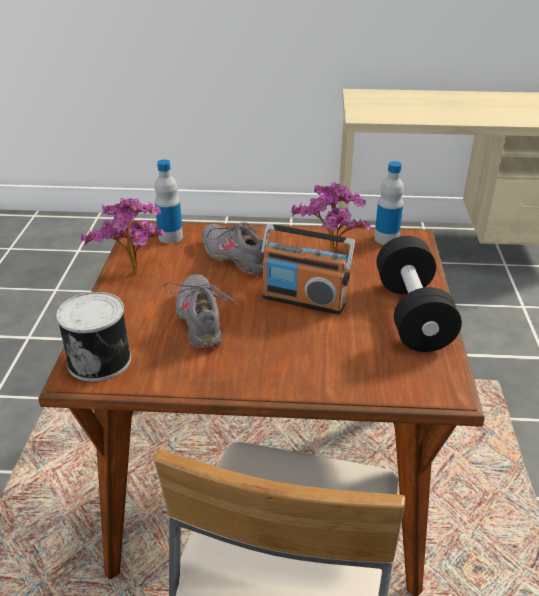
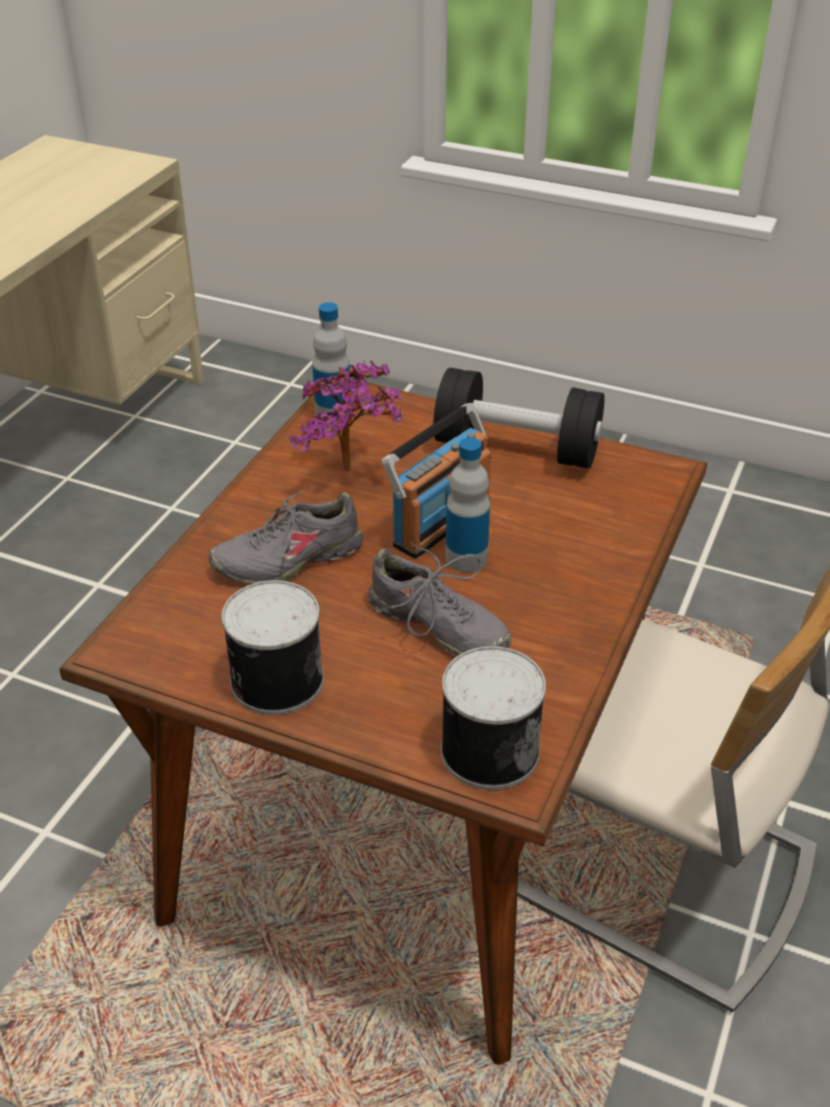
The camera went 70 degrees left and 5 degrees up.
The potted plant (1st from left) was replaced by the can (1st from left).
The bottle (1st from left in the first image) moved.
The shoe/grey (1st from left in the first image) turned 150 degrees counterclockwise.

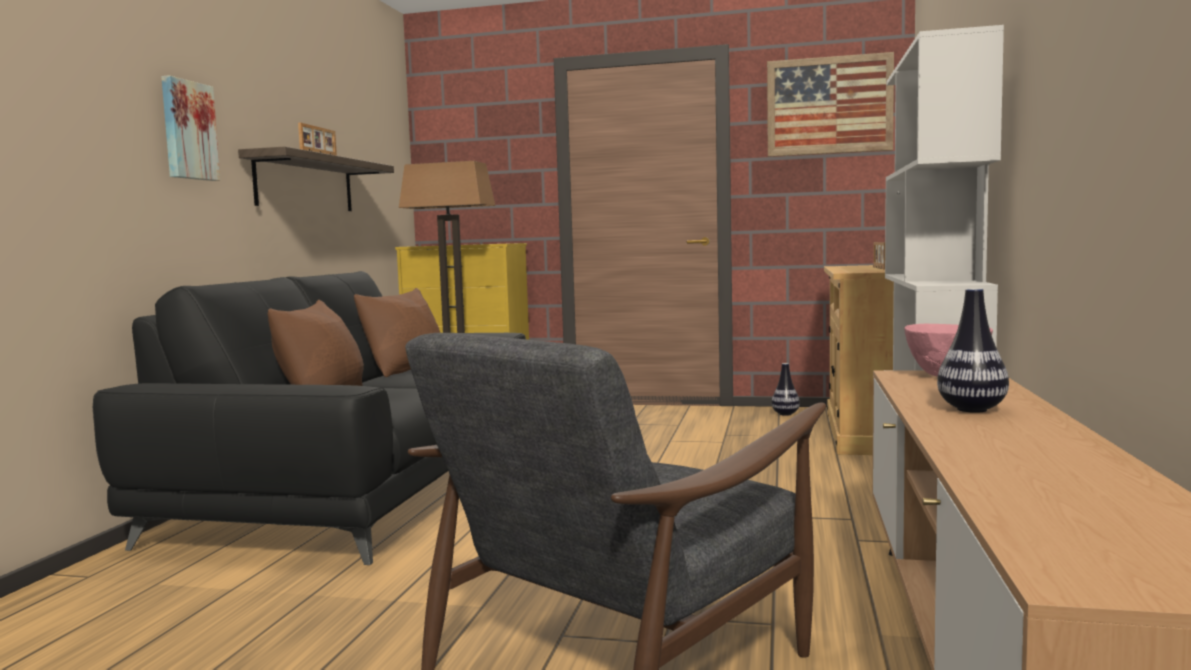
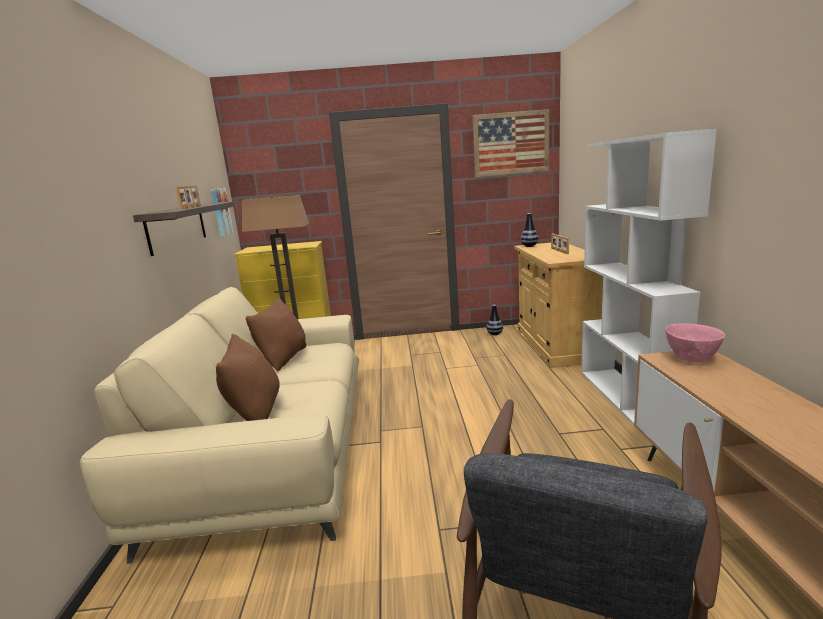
The camera went 15 degrees left and 10 degrees up.
The sofa/black became the sofa/beige.
The picture (1st from left) moved.
The vase (2nd from left) moved.

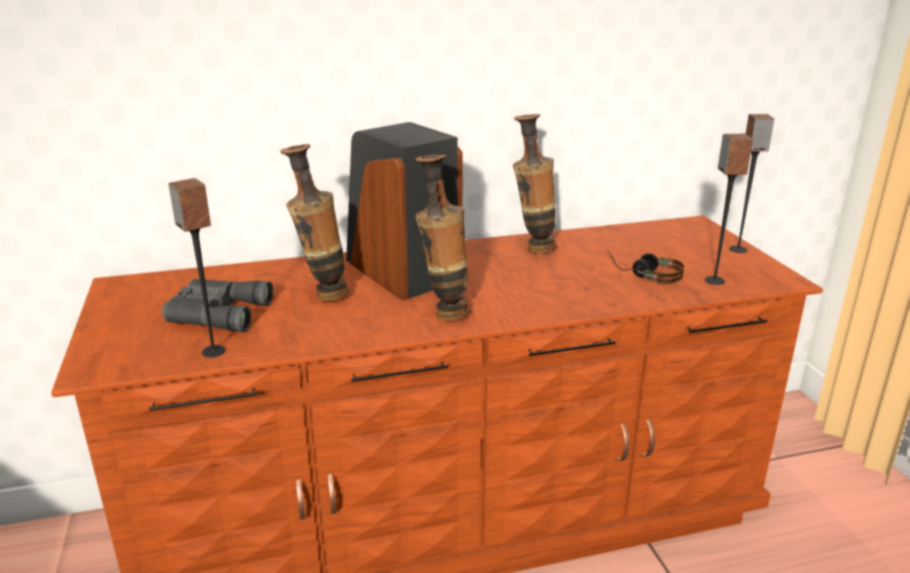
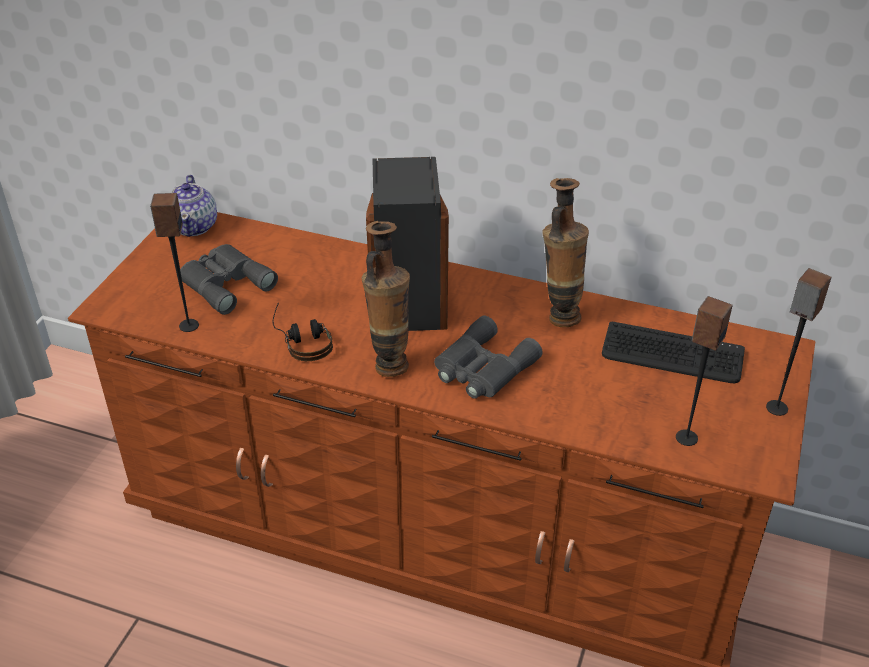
The camera went 35 degrees right and 15 degrees up.
The vase (1st from left) disappeared.
The headphones moved.
The teapot appeared.
The binoculars/grey (2nd from left) appeared.
The keyboard appeared.

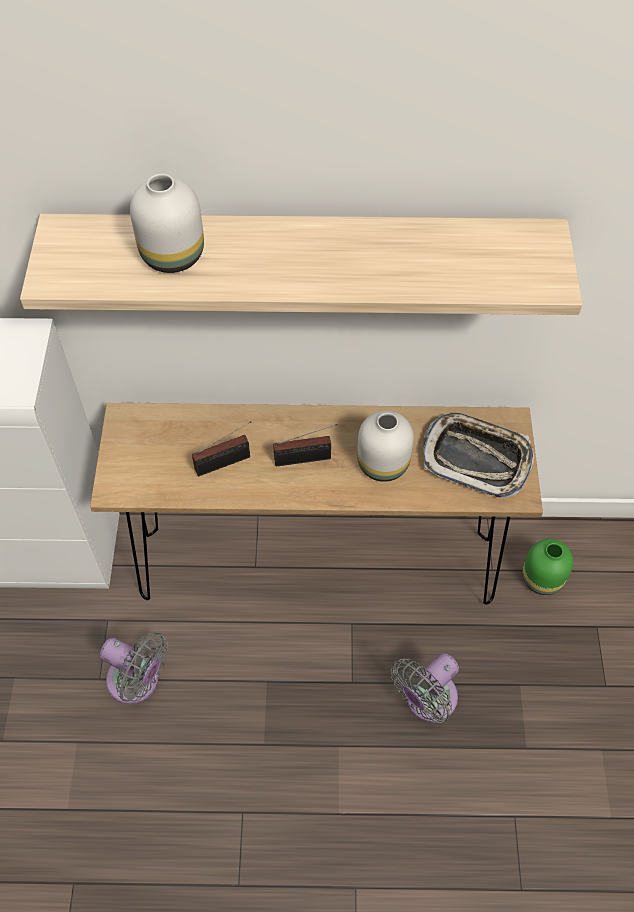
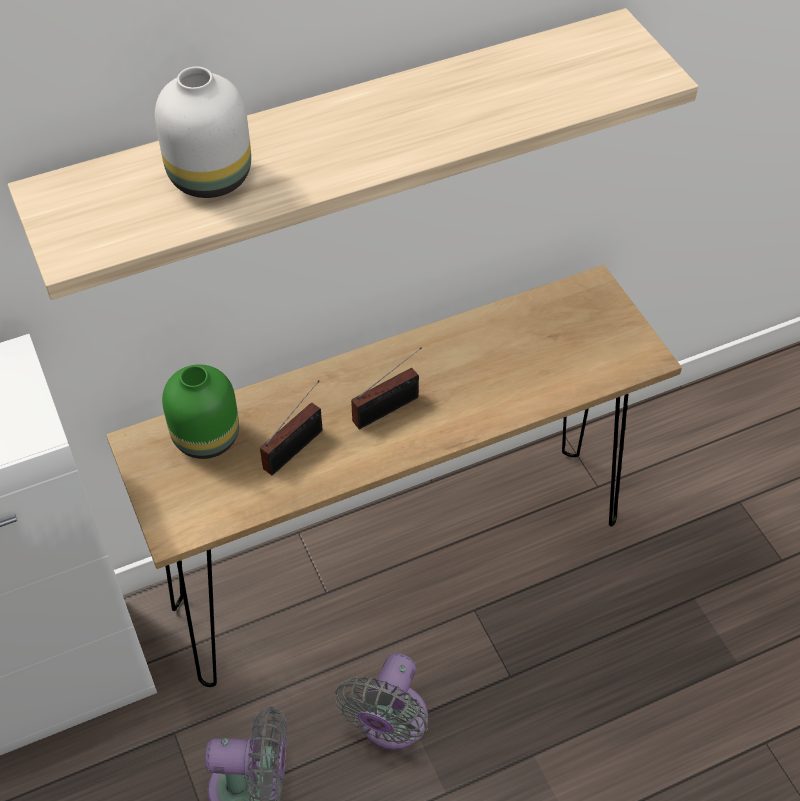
The camera went 25 degrees left and 5 degrees down.
The vase/white (2nd from left) disappeared.
The fan/grey (2nd from left) moved.
The tray disappeared.
The vase/green moved.

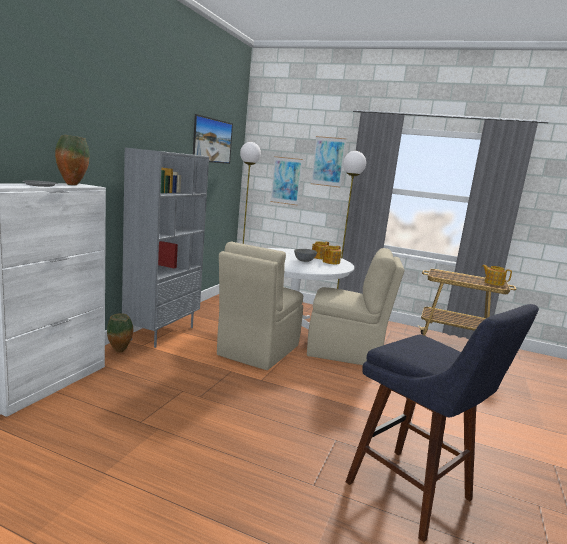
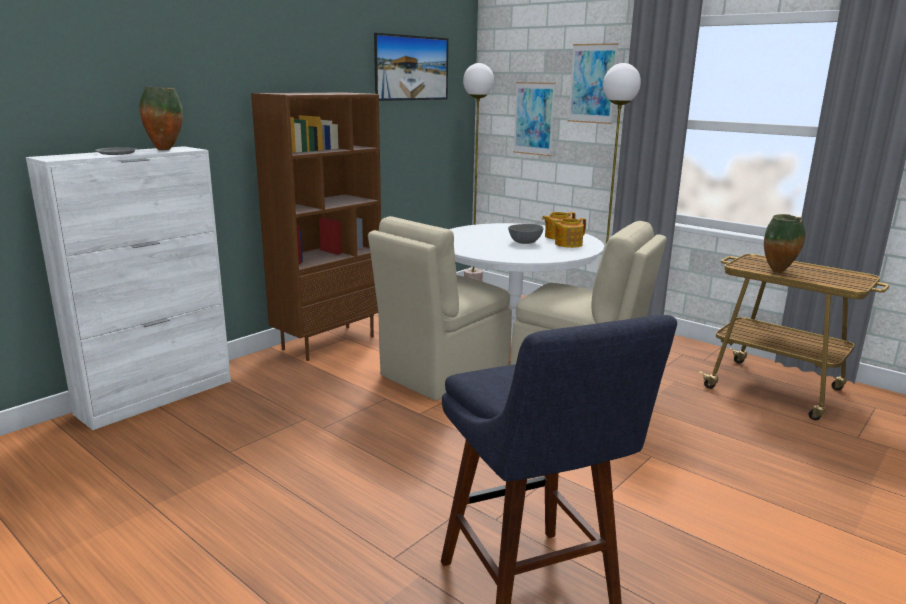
The camera went 20 degrees right and 5 degrees up.
The vase (2nd from left) moved.
The bookcase/grey became the bookcase/brown.
The teapot (3rd from left) disappeared.

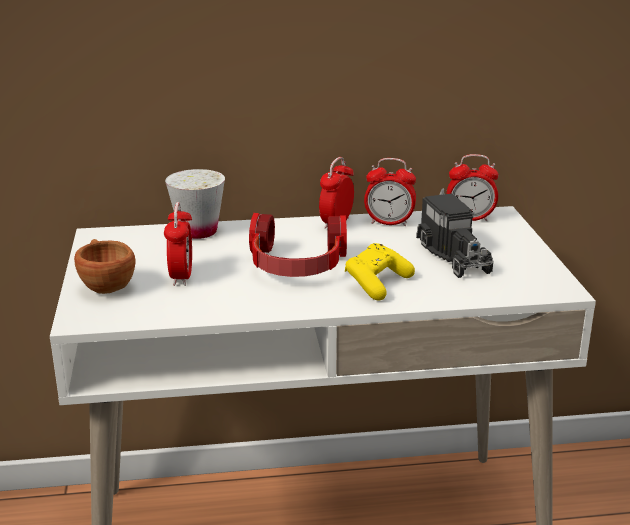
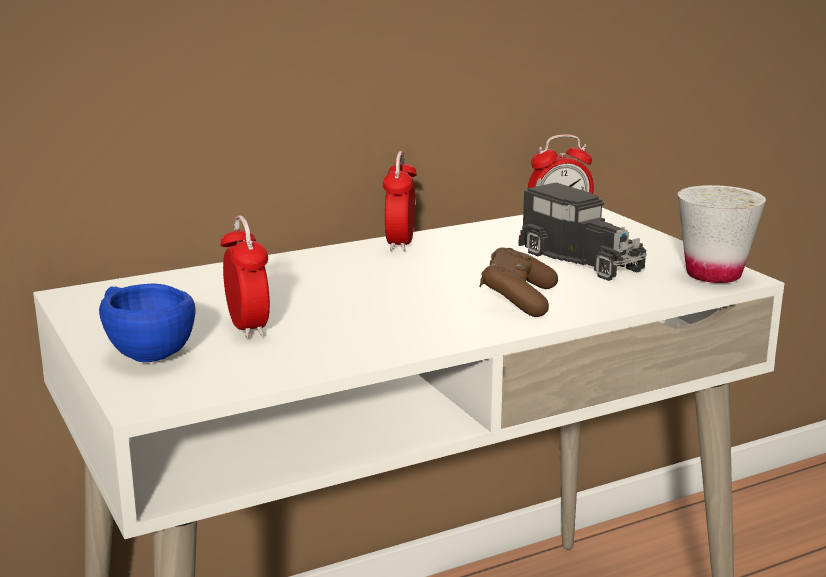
The camera went 20 degrees left and 5 degrees down.
The cup/brown became the cup/blue.
The cup/white moved.
The headphones disappeared.
The game controller/yellow became the game controller/brown.
The alarm clock (3rd from left) disappeared.

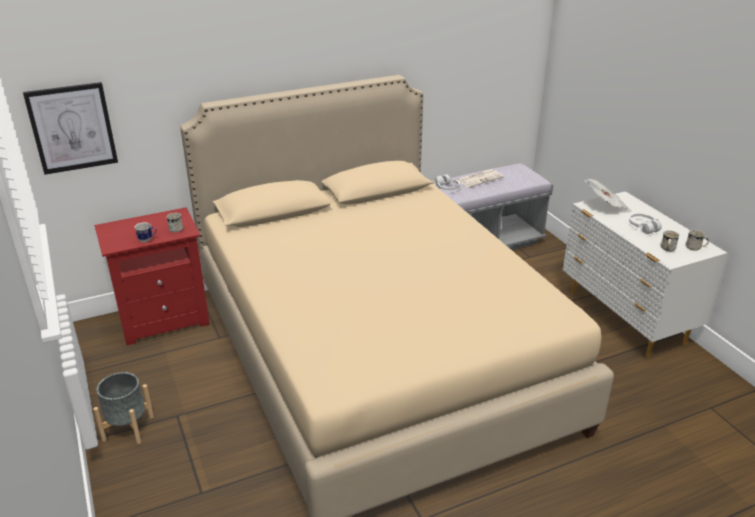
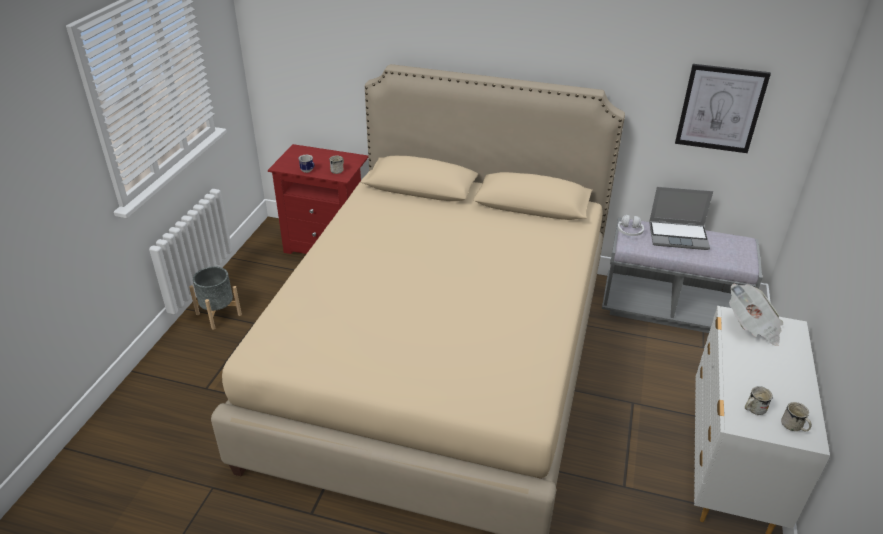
The camera went 40 degrees right and 5 degrees up.
The picture moved.
The newspaper (1st from left) was replaced by the laptop.
The headphones/white (2nd from left) disappeared.

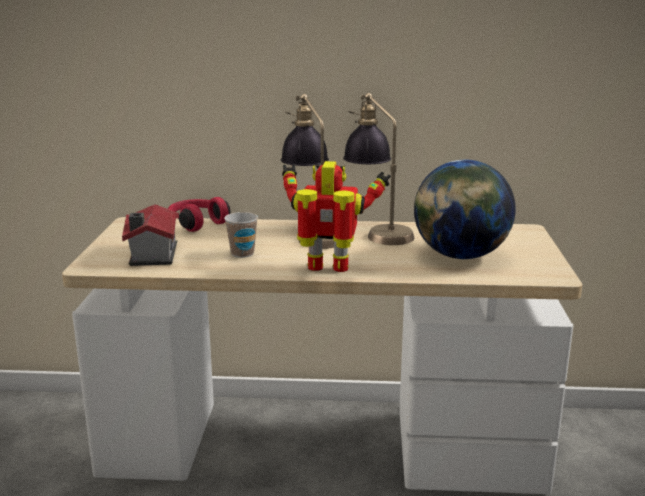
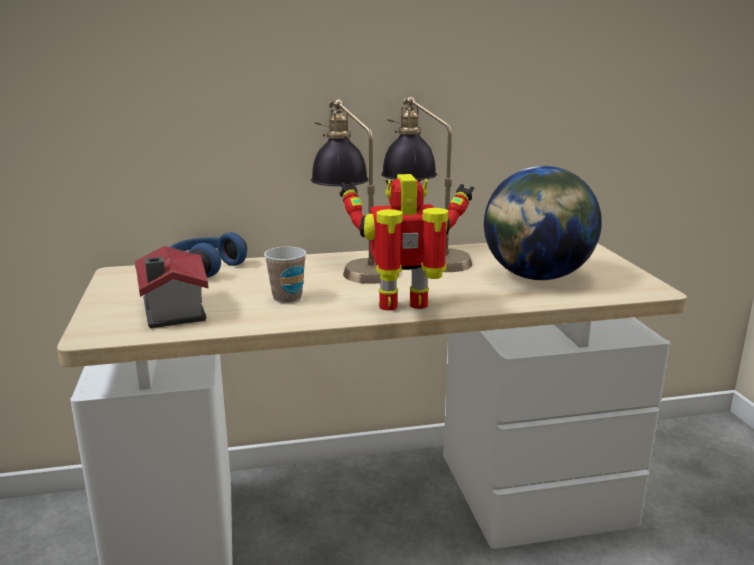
The camera went 15 degrees left and 0 degrees up.
The headphones/red became the headphones/blue.

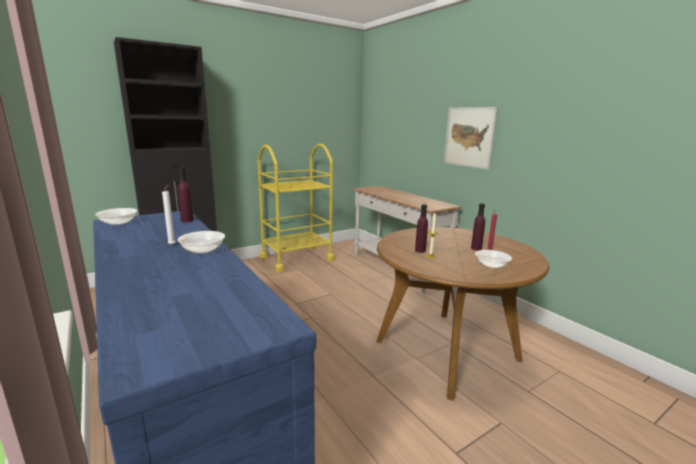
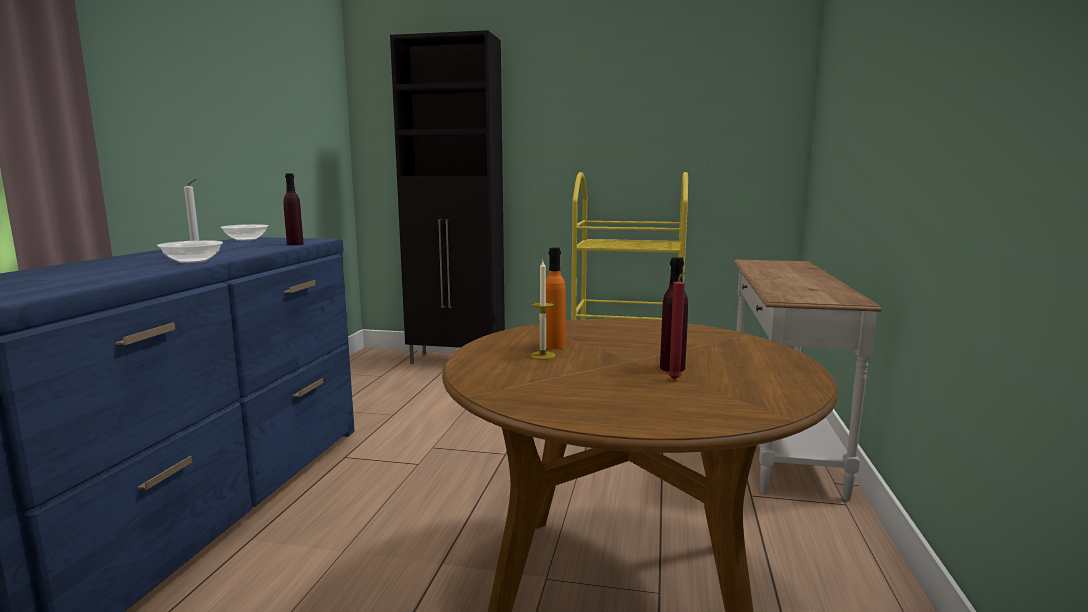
The camera went 45 degrees right and 5 degrees down.
The bottle/purple (2nd from left) became the bottle/orange.
The picture disappeared.
The bowl (3rd from left) disappeared.

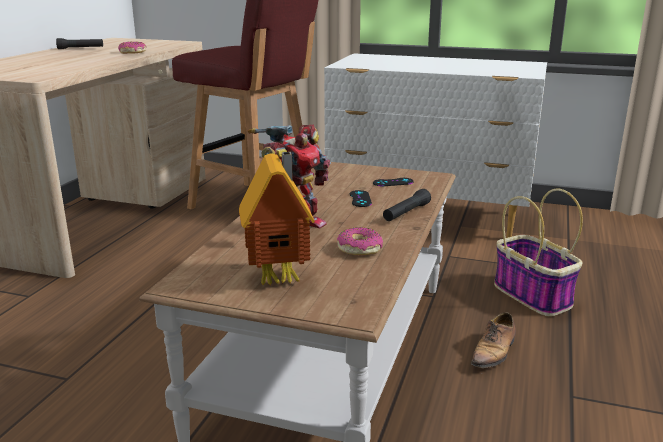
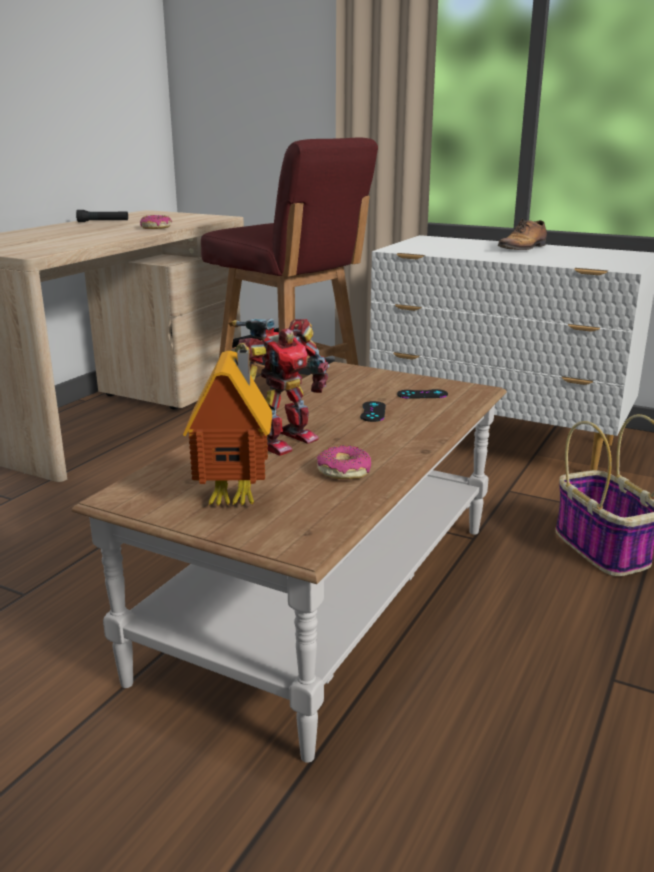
The camera went 10 degrees right and 0 degrees up.
The flashlight/black (2nd from left) disappeared.
The shoe moved.

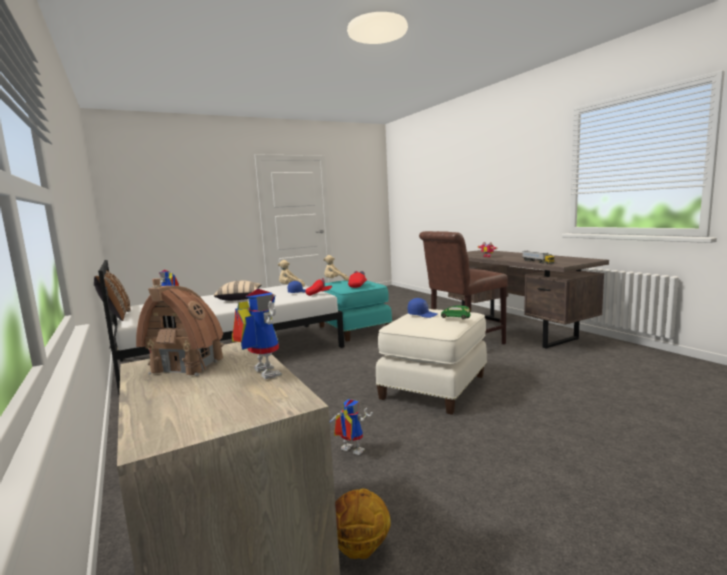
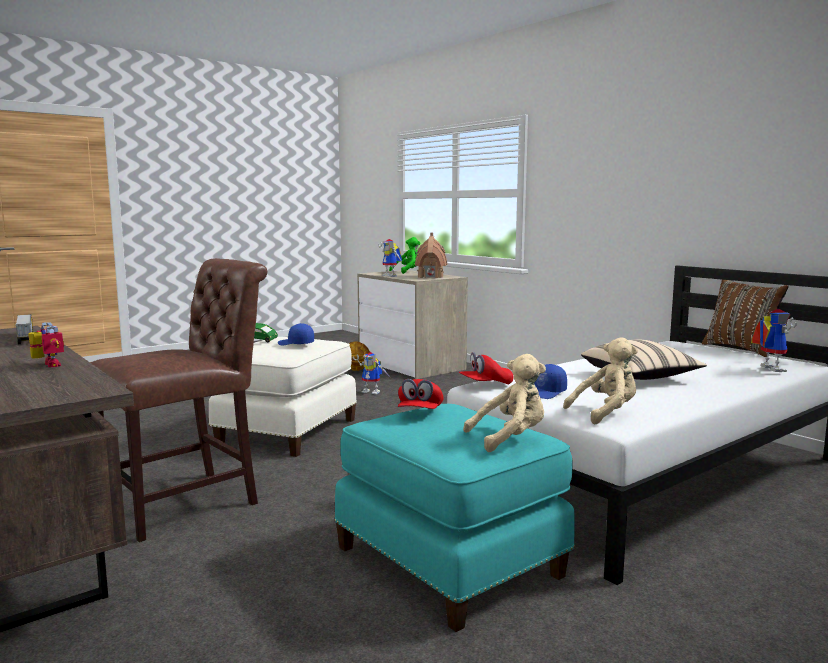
The camera went 170 degrees right and 0 degrees up.
The plush toy/green appeared.

